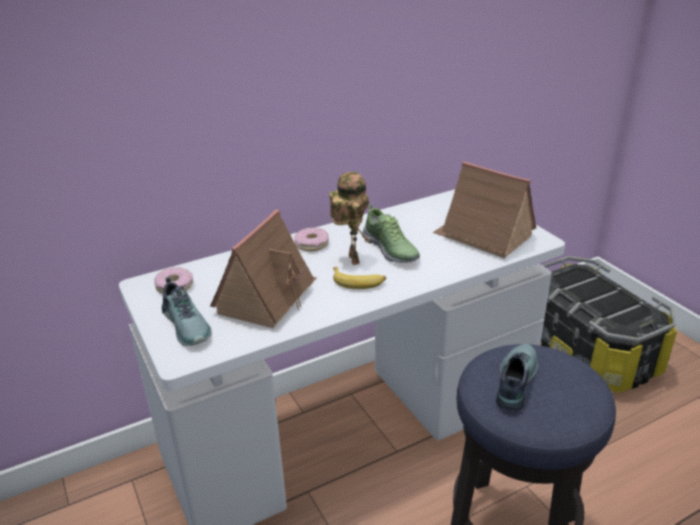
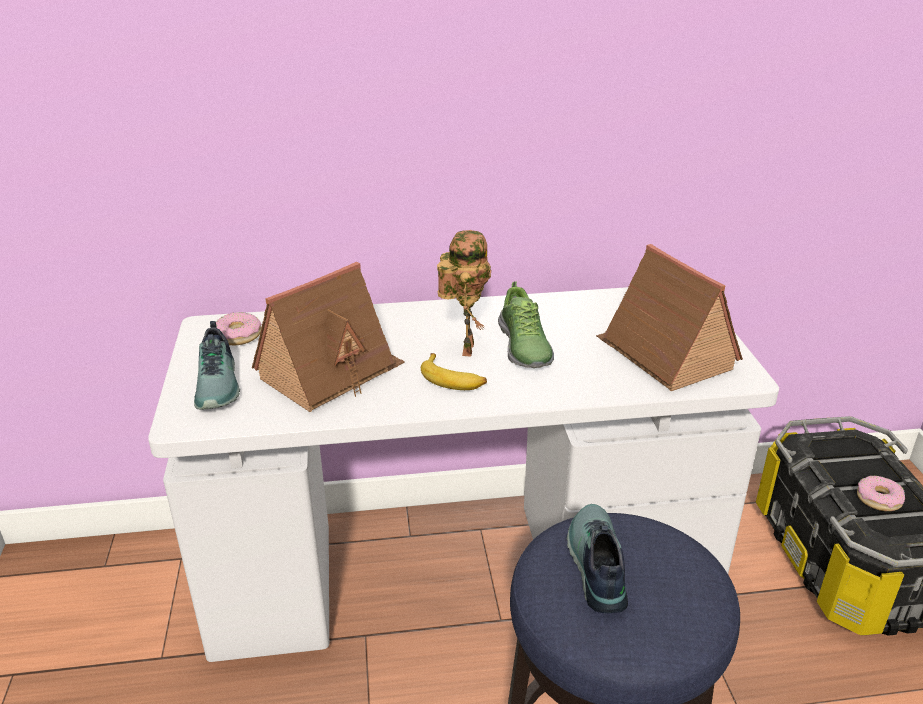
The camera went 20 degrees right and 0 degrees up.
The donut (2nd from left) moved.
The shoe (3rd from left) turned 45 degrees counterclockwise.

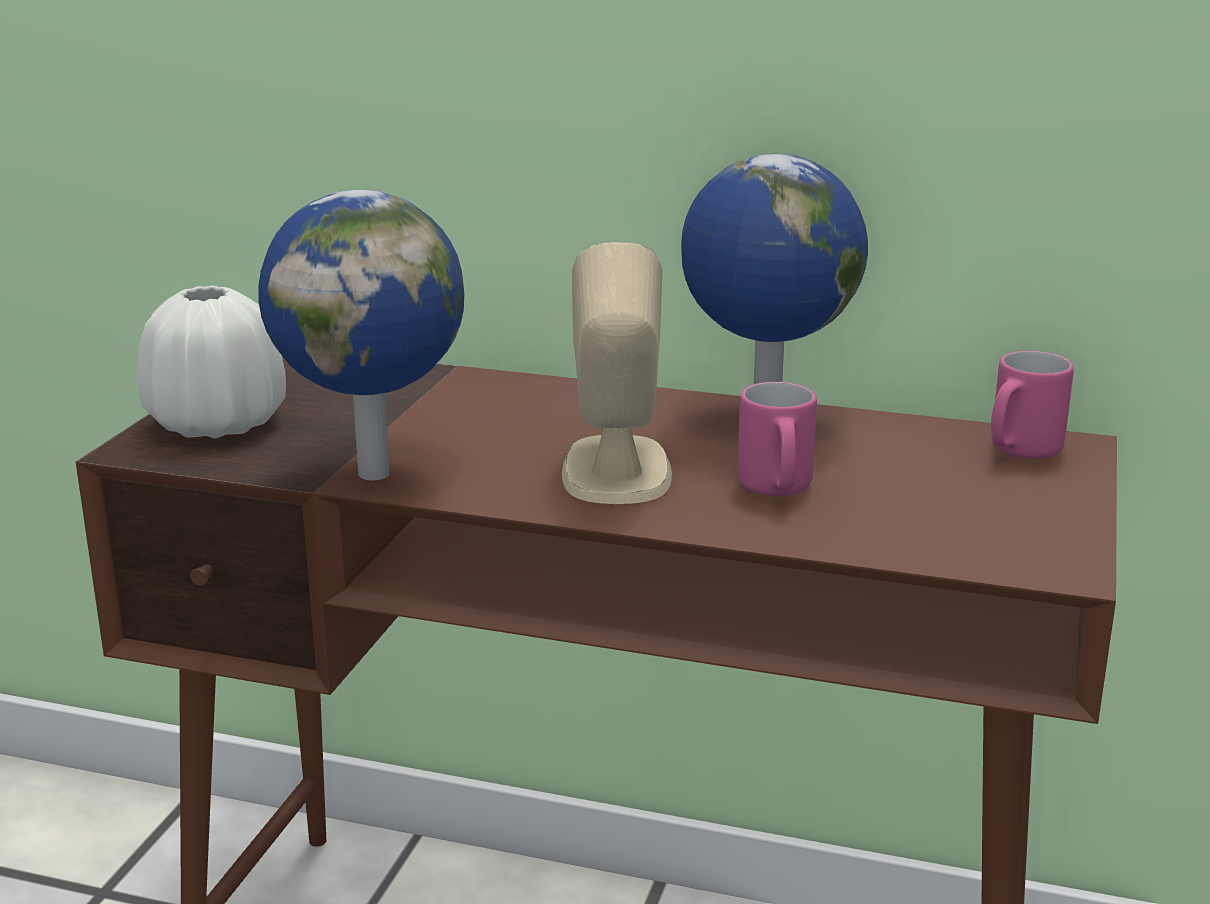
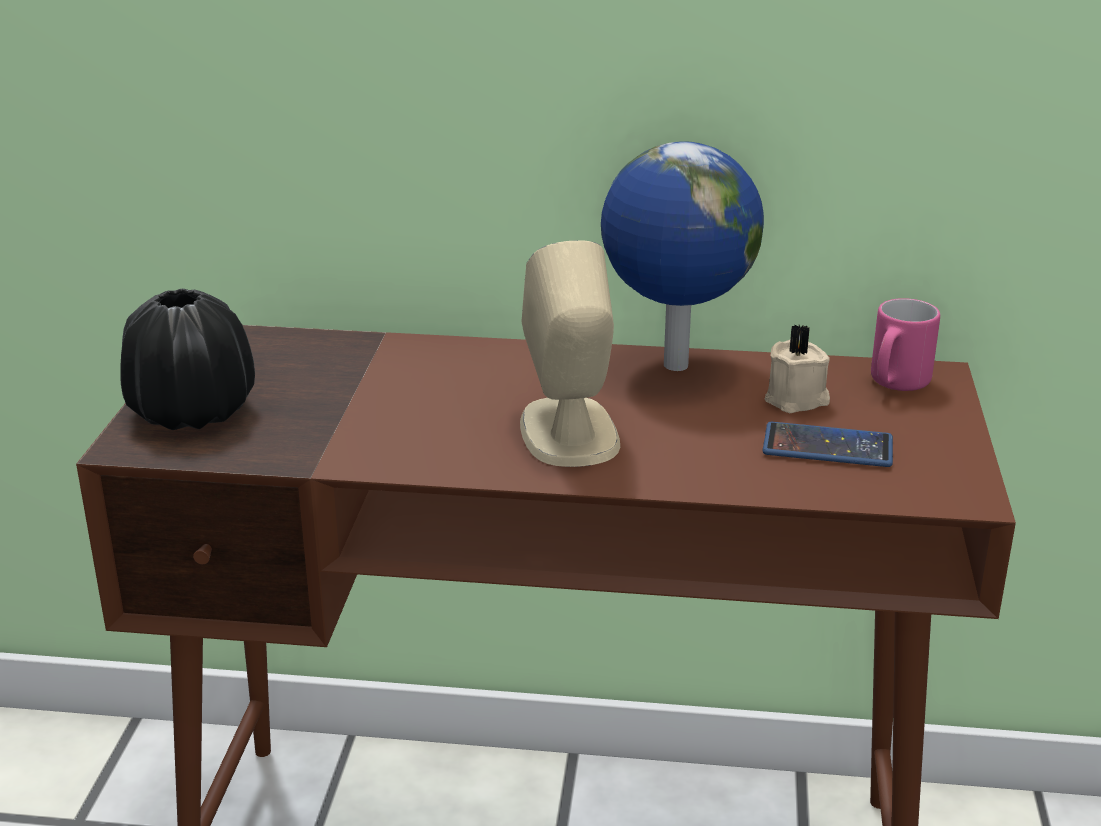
The camera went 10 degrees left and 5 degrees up.
The vase/white became the vase/black.
The globe (1st from left) disappeared.
The mug/pink (1st from left) disappeared.
The phone appeared.
The candle/beige appeared.

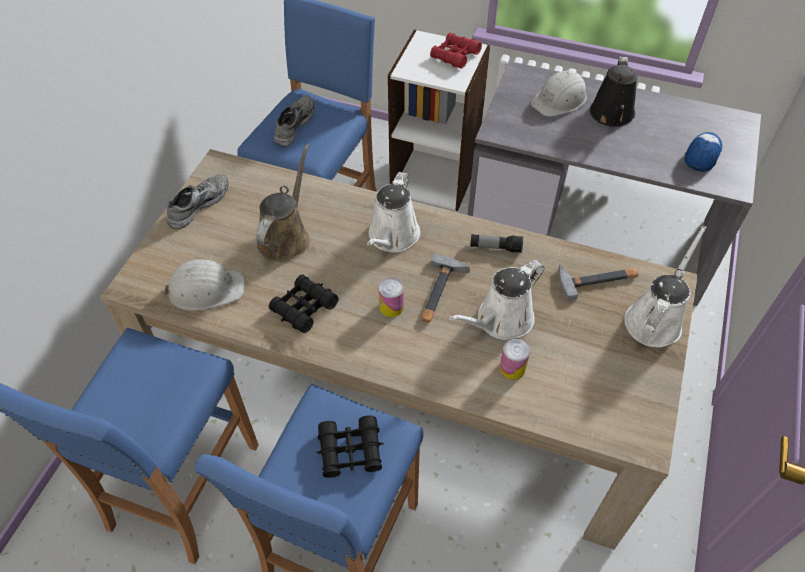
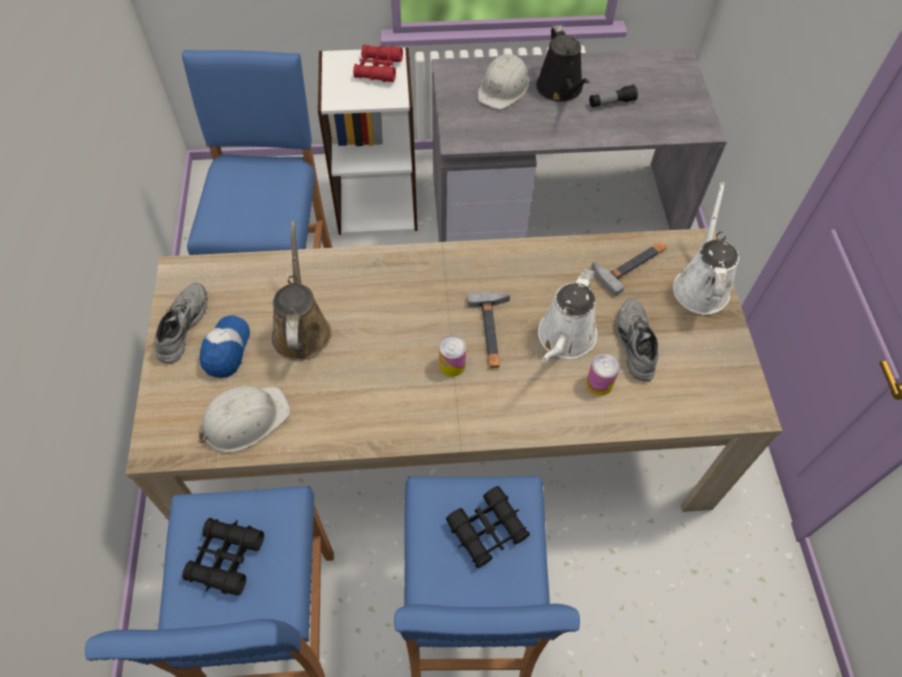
The camera went 25 degrees left and 5 degrees up.
The binoculars/black (1st from left) moved.
The shoe/grey (2nd from left) moved.
The watering can/white (1st from left) disappeared.
The flashlight moved.
The cap moved.

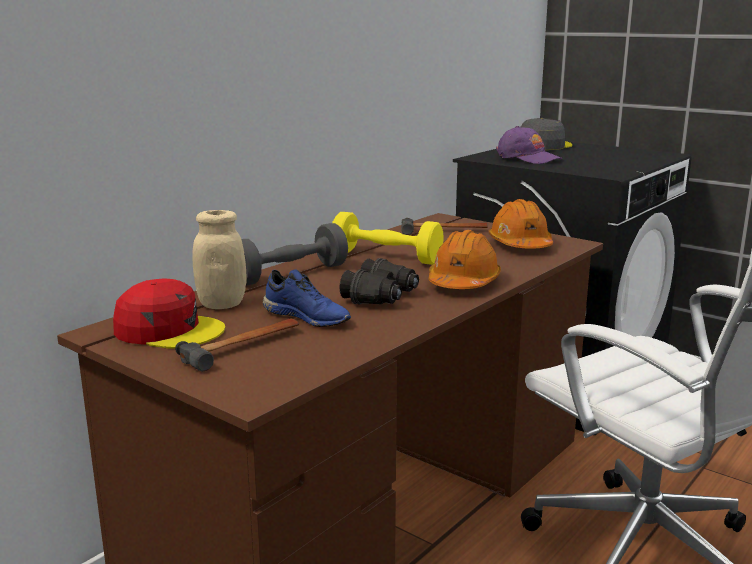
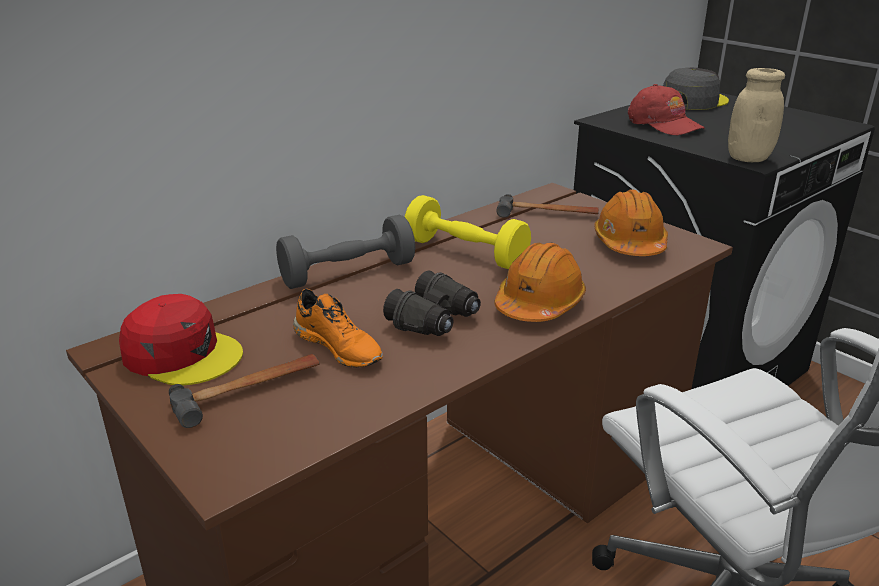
The camera went 10 degrees right and 10 degrees up.
The jar/beige moved.
The shoe/blue became the shoe/orange.
The cap/purple became the cap/red (2nd from left).

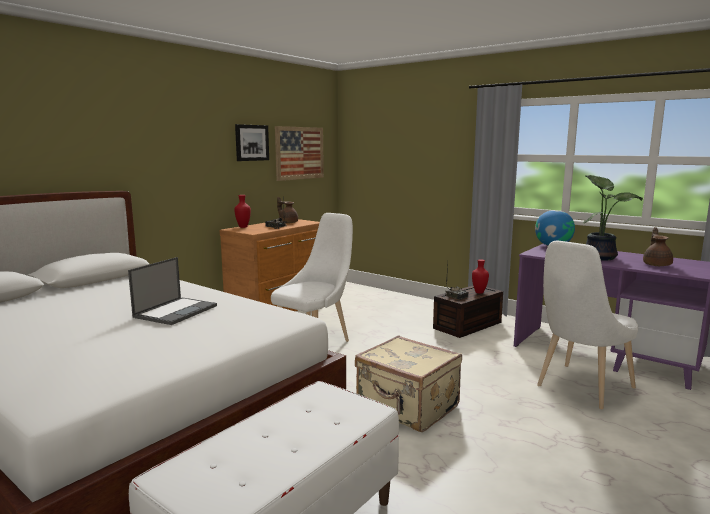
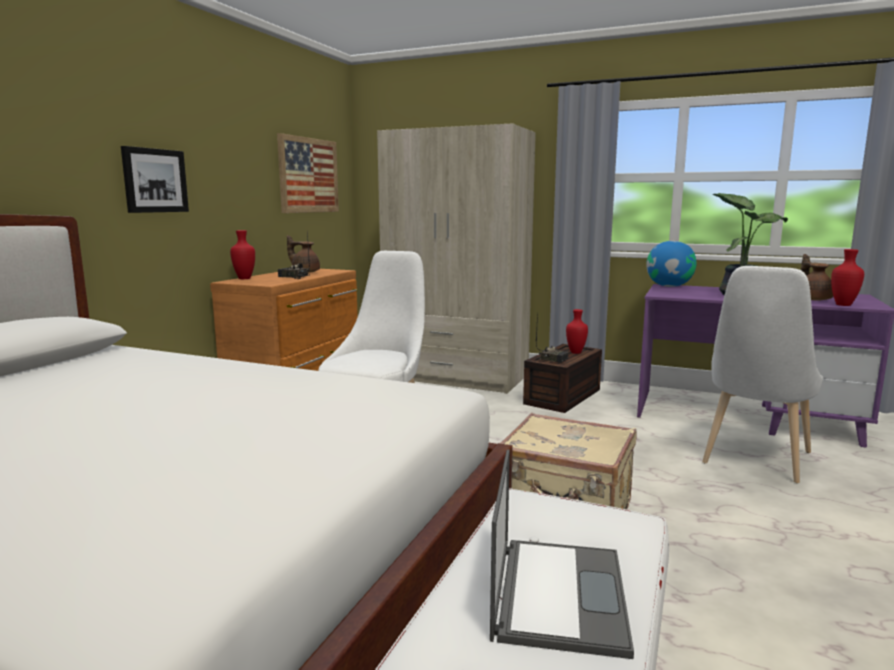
The camera went 15 degrees left and 0 degrees up.
The laptop moved.
The picture (1st from left) moved.
The wardrobe/beige appeared.
The vase/red (3rd from left) appeared.

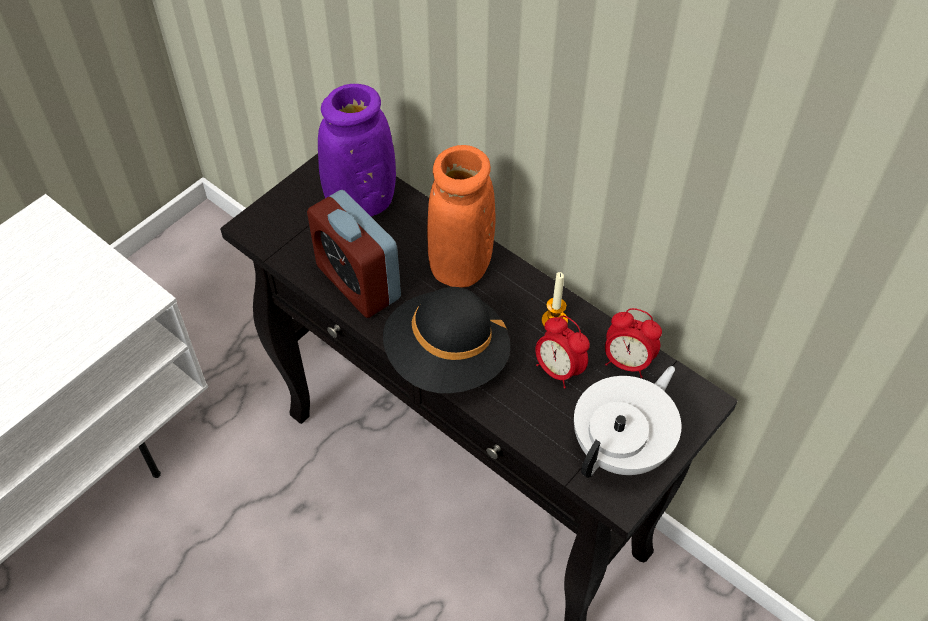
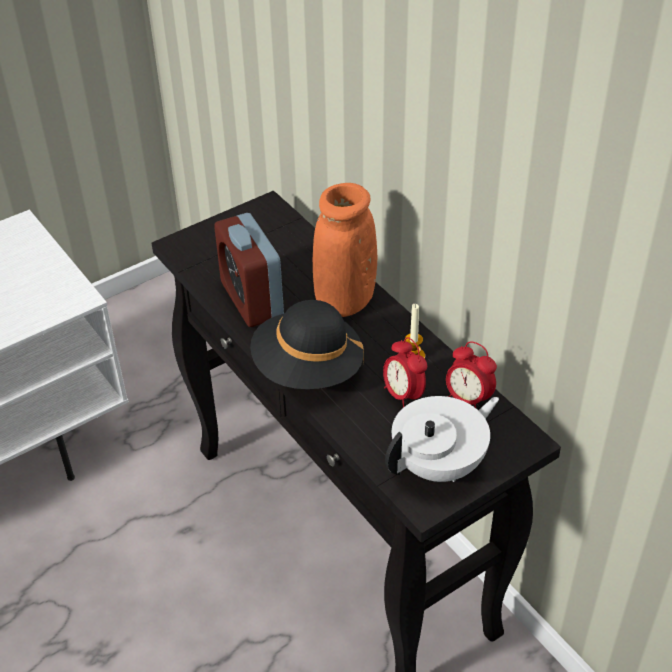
The camera went 15 degrees right and 10 degrees down.
The vase/purple disappeared.

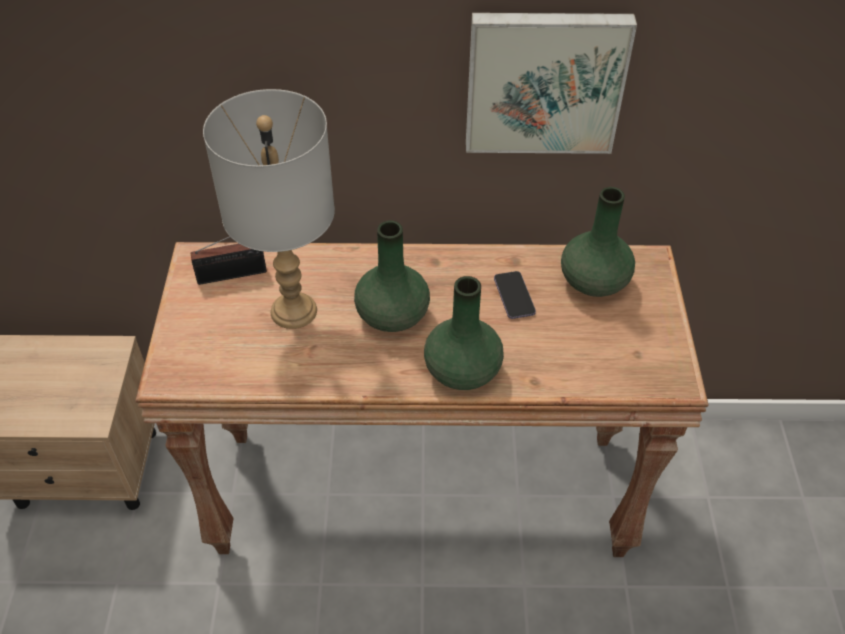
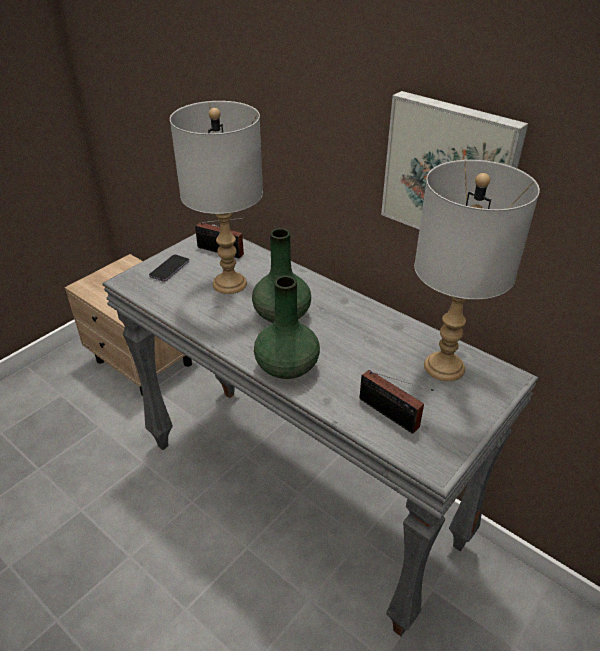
The camera went 40 degrees right and 10 degrees down.
The console table/brown became the console table/grey.
The phone moved.
The vase/green (3rd from left) was replaced by the table lamp/grey (2nd from left).
The radio (2nd from left) appeared.

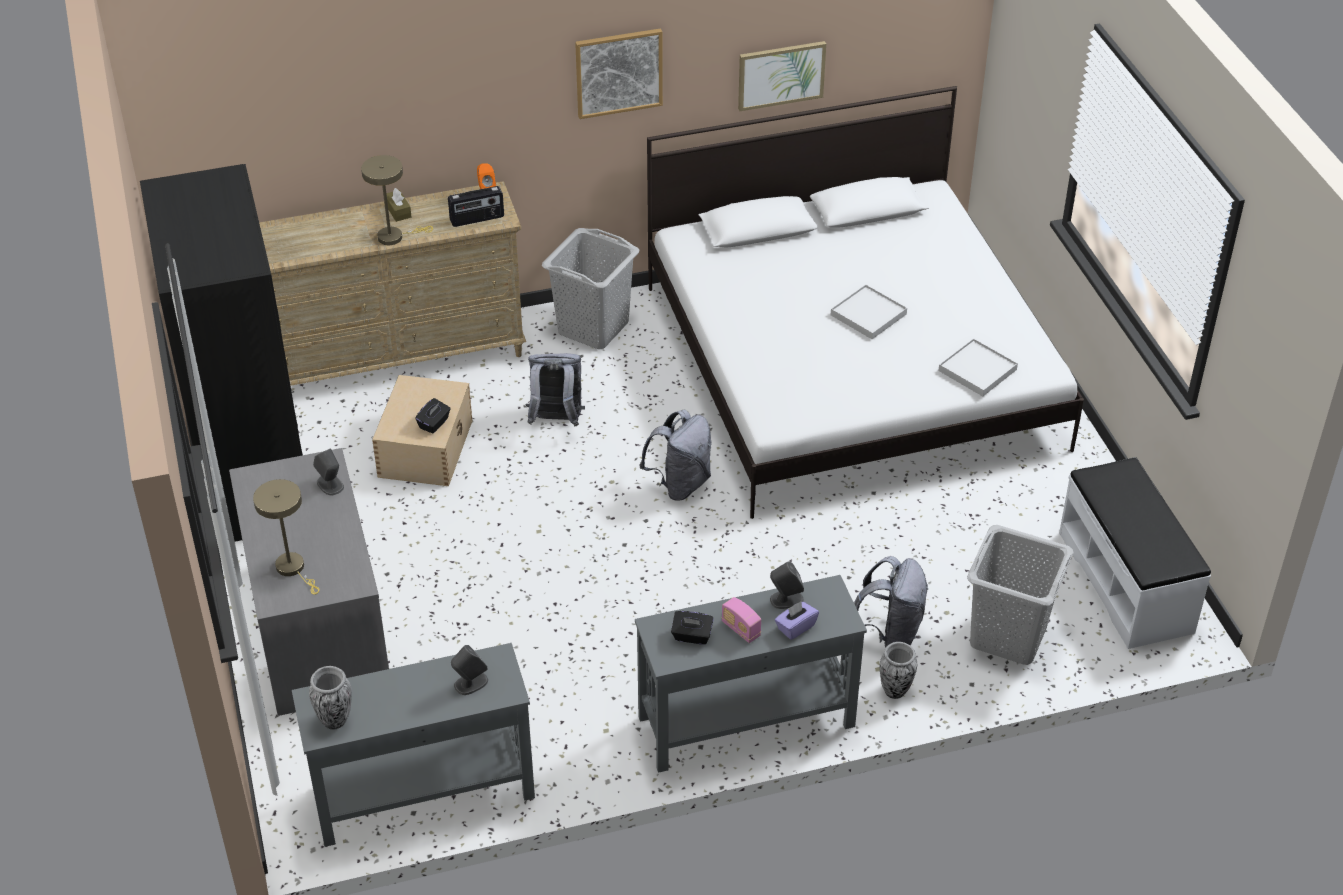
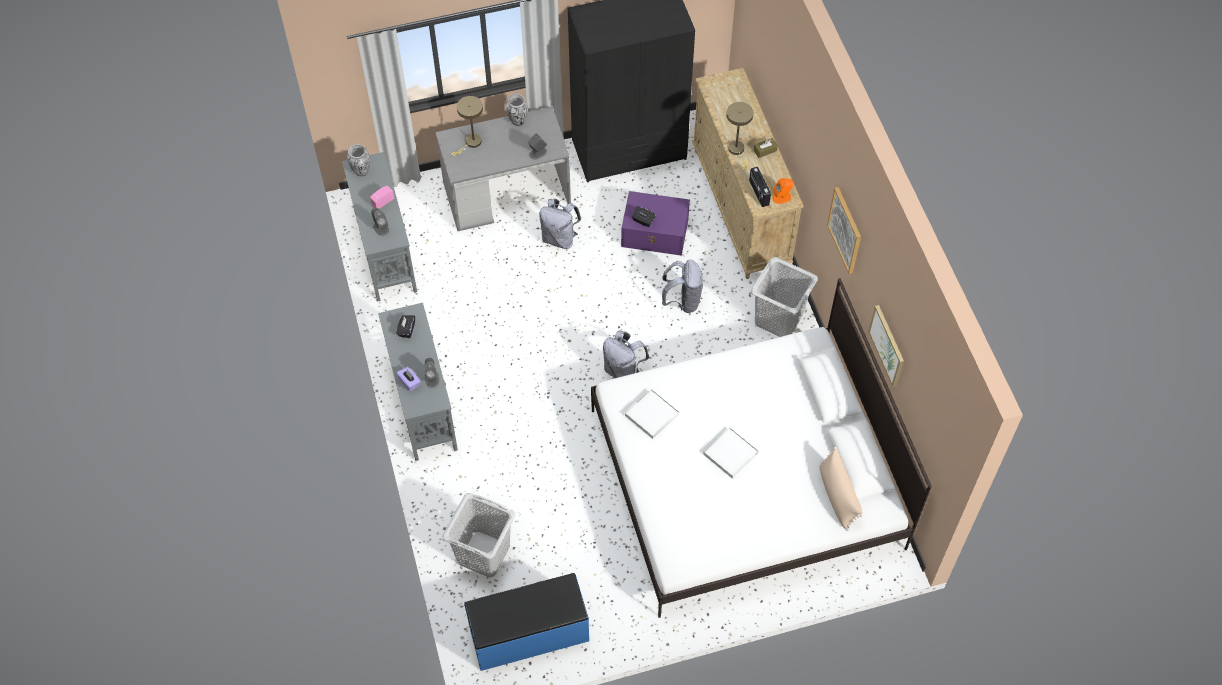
The camera went 90 degrees right and 15 degrees up.
The storage box/beige became the storage box/purple.
The radio (2nd from left in the first image) moved.
The backpack/grey (3rd from left in the first image) moved.
The vase (2nd from left) moved.
The tray/white (2nd from left in the first image) moved.
The bench/white became the bench/blue.
The pillow/beige appeared.

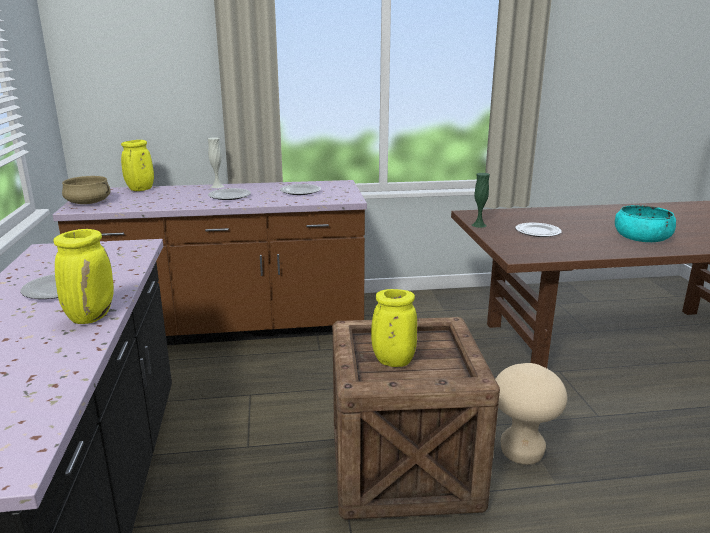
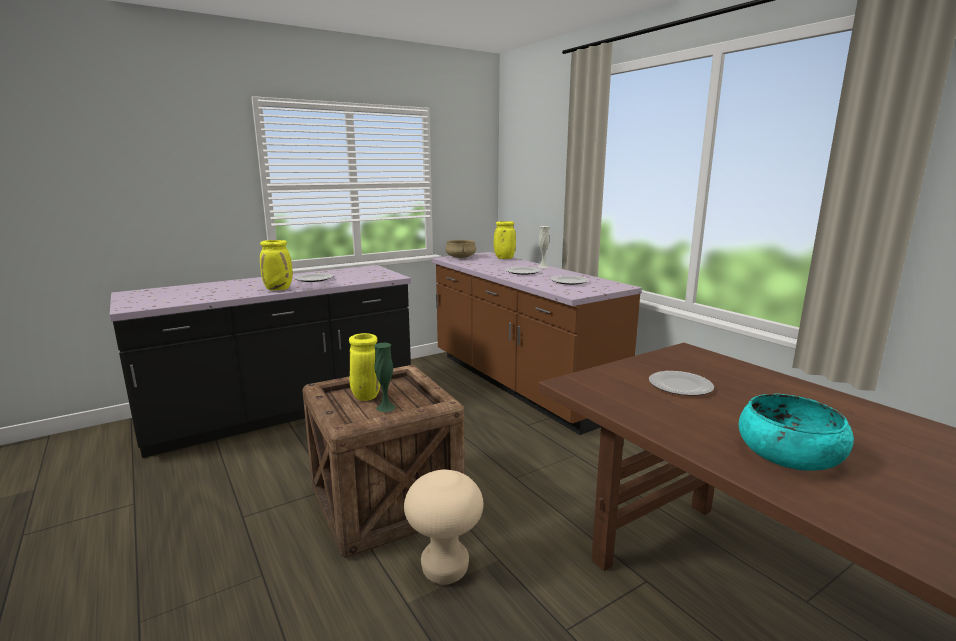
The camera went 65 degrees right and 5 degrees down.
The vase/green moved.

